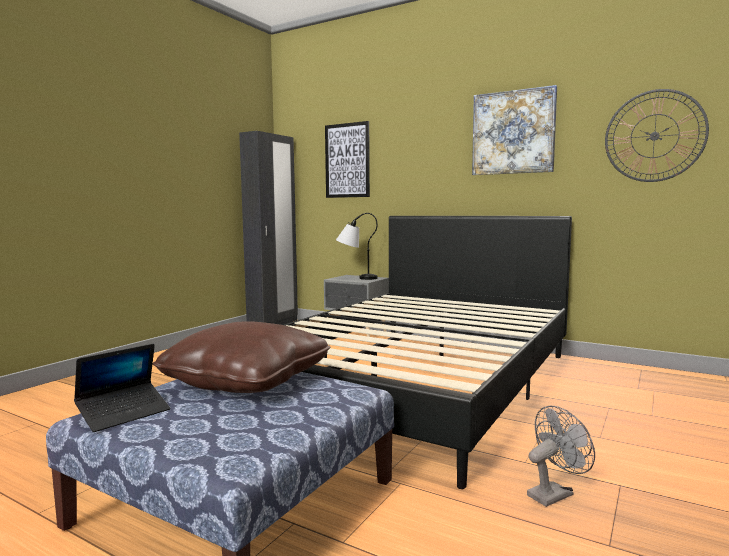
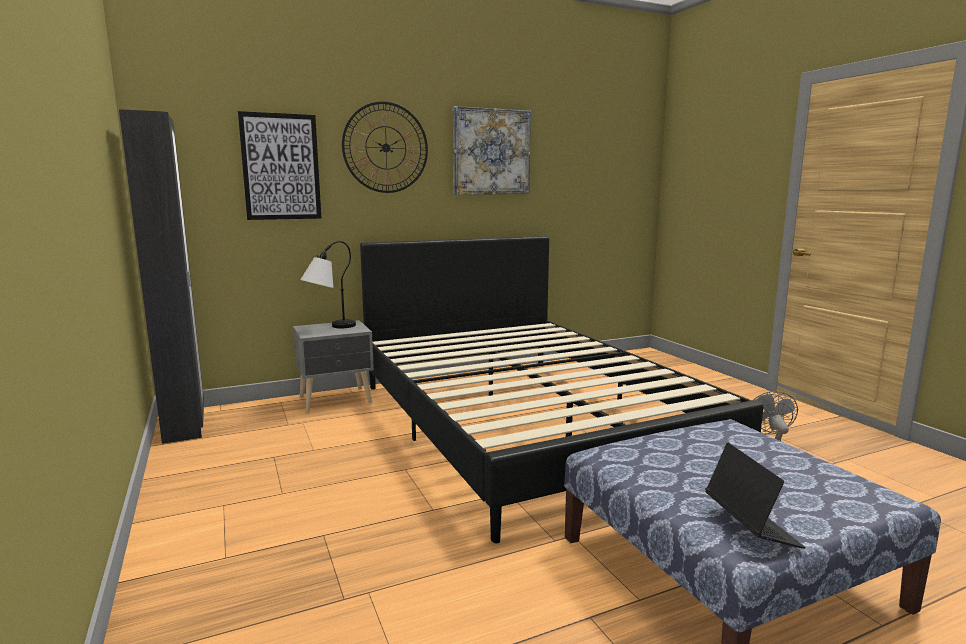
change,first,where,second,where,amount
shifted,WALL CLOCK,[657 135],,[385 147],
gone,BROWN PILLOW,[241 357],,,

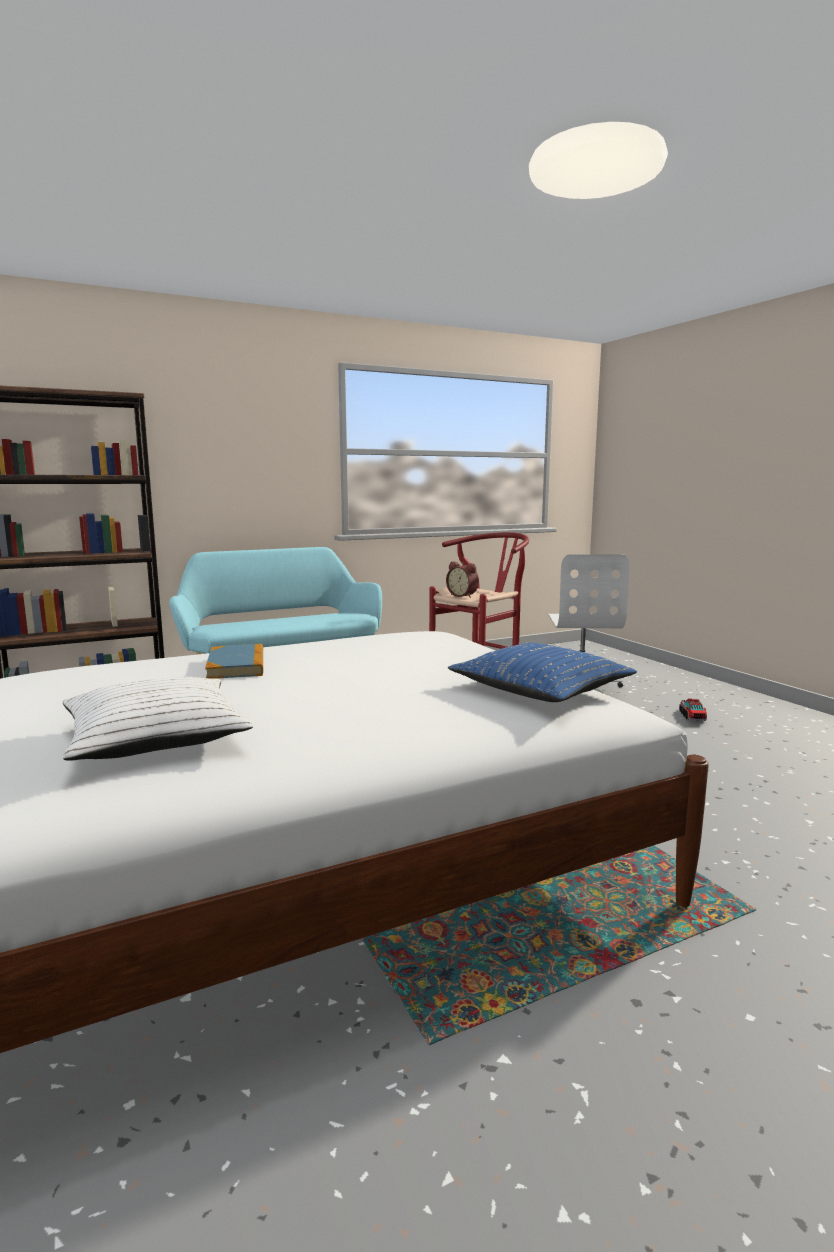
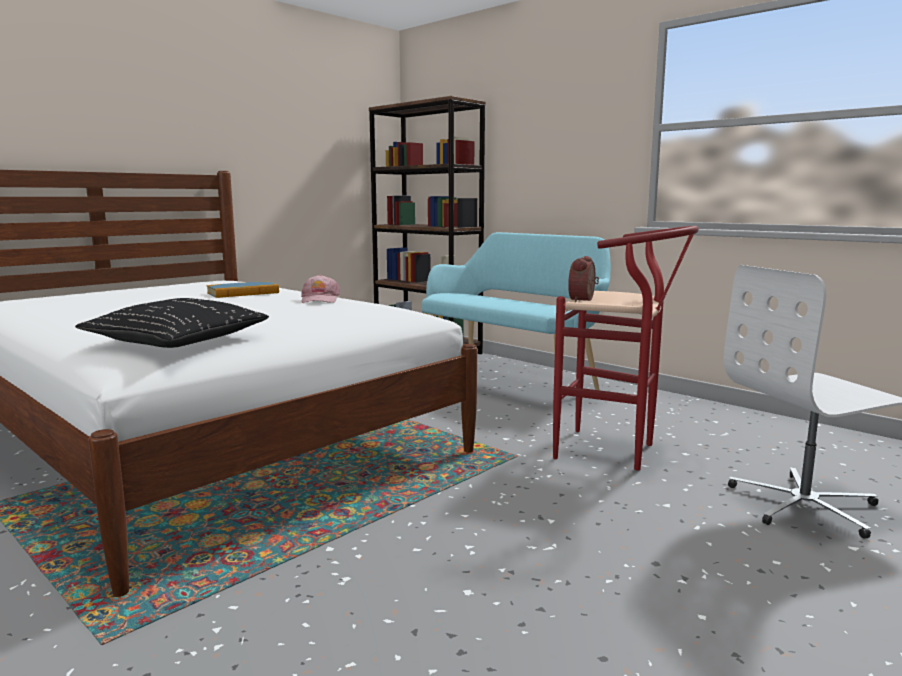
change,first,where,second,where,amount
repainted,BLUE PILLOW,[542 672],BLACK PILLOW,[172 323],
gone,WHITE PILLOW,[158 719],,,
gone,TOY TRUCK,[693 709],,,
new,,,PINK CAP,[320 288],

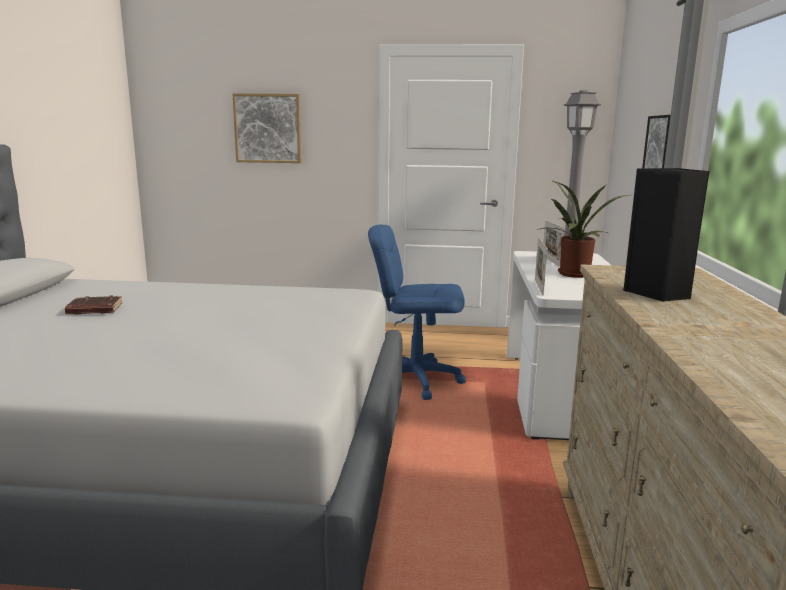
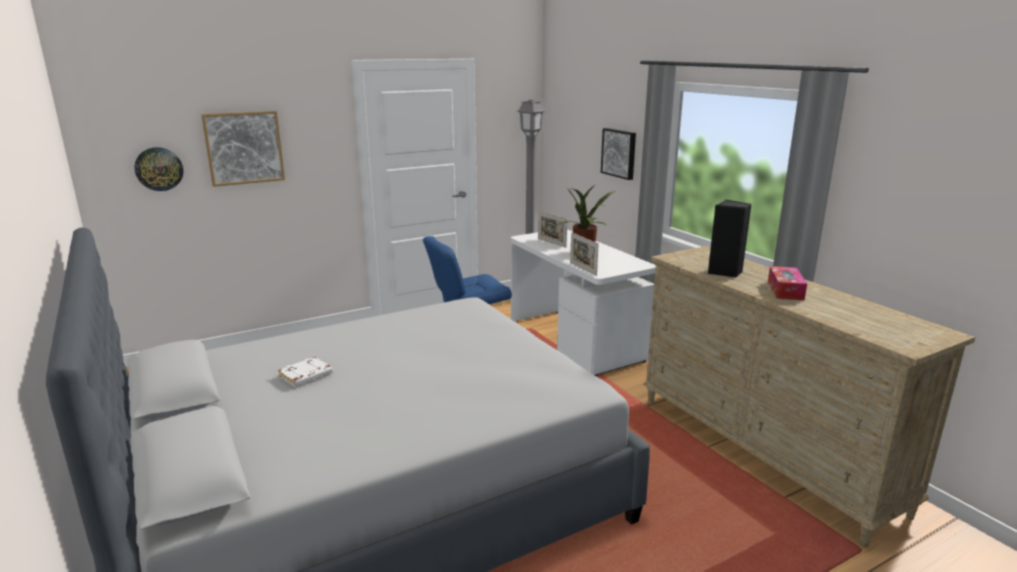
change,first,where,second,where,amount
repainted,BROWN BOOK,[94 305],WHITE BOOK,[305 372],
new,,,WALL CLOCK,[158 169],
new,,,TISSUE BOX,[787 283],

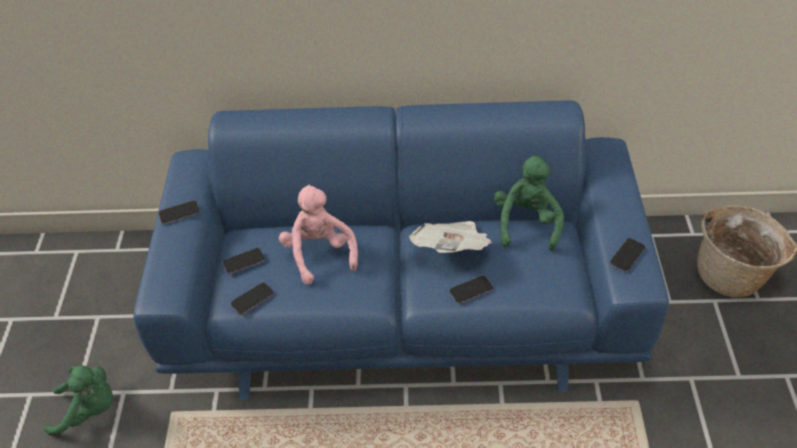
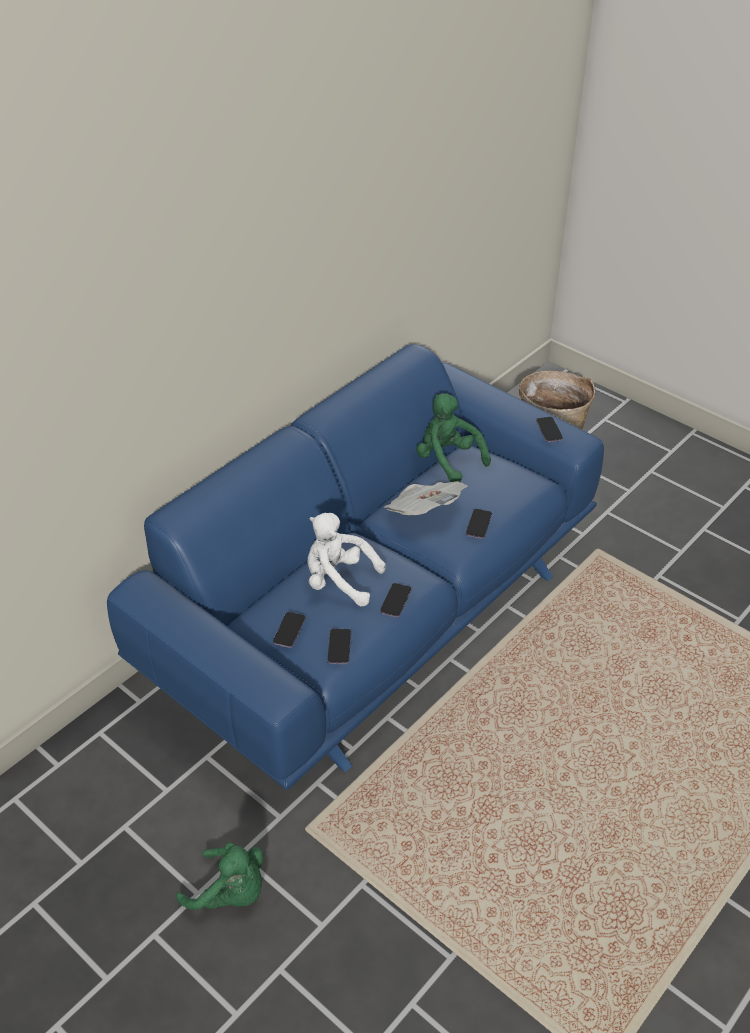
change,first,where,second,where,amount
repainted,PINK PLUSH TOY,[318 234],WHITE PLUSH TOY,[346 559],
shifted,PHONE,[179 212],,[395 600],
rotated,GREEN PLUSH TOY,[78 400],,[220 876],75 degrees clockwise

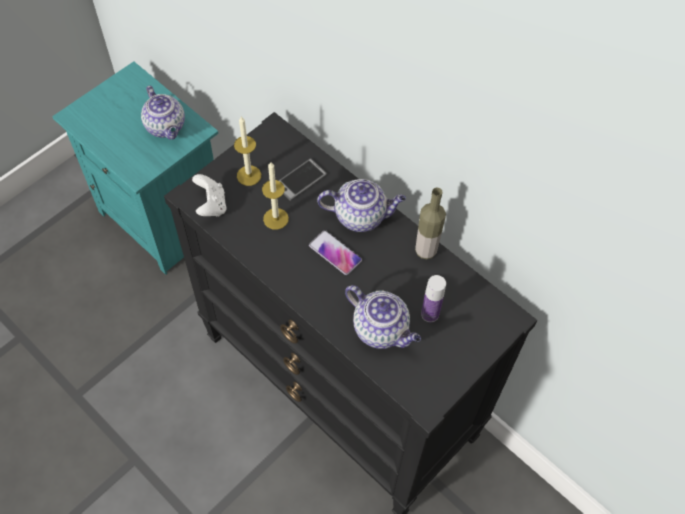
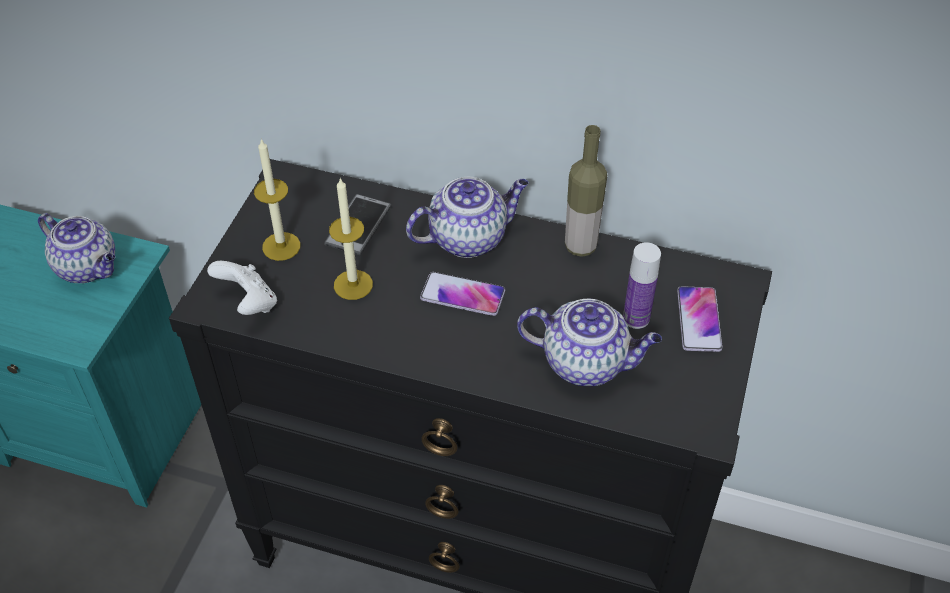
change,first,where,second,where,amount
new,,,PHONE,[700 319],

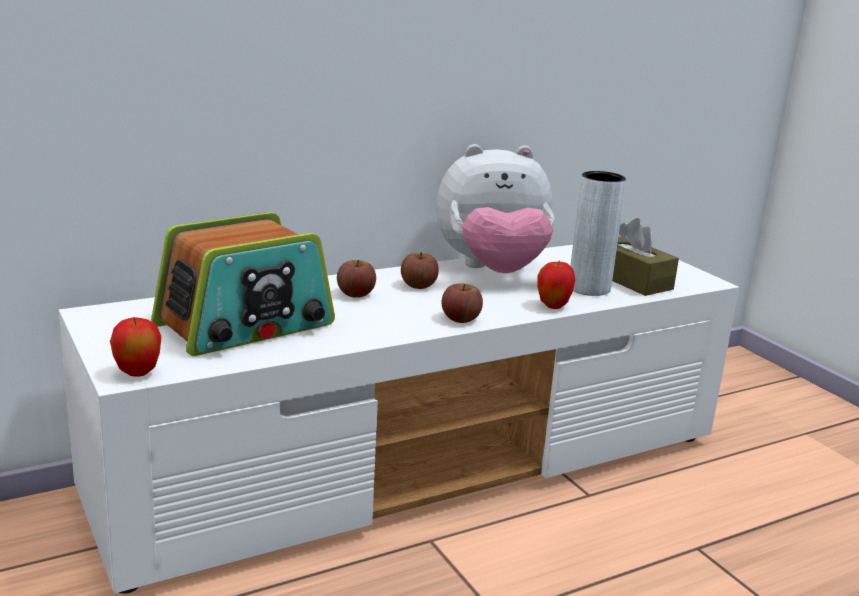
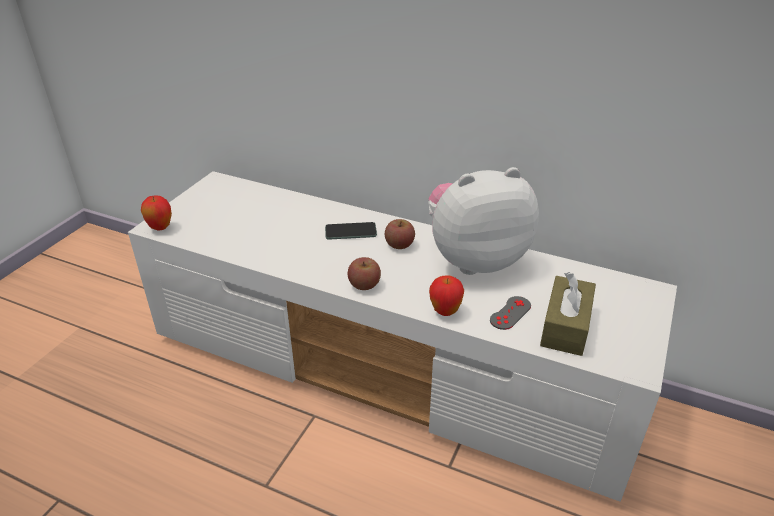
change,first,where,second,where,amount
rotated,PLUSH TOY,[495 208],,[484 221],120 degrees clockwise
swapped,GREY VASE,[598 233],GREY GAME CONTROLLER,[510 313],
gone,RADIO,[243 284],,,
swapped,APPLE,[356 279],PHONE,[351 231],

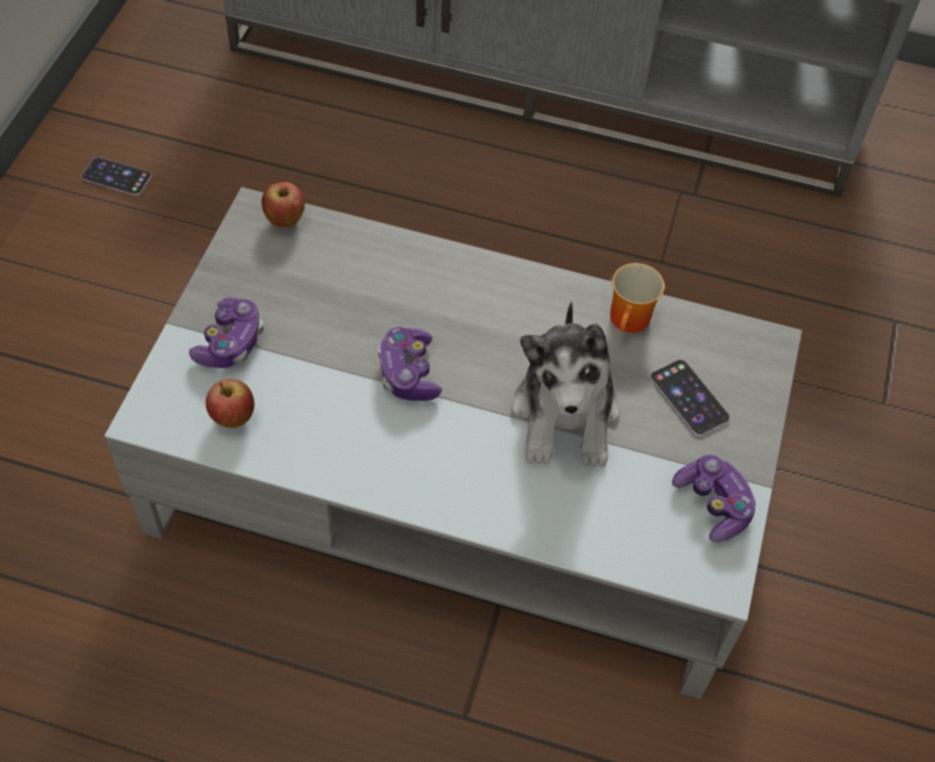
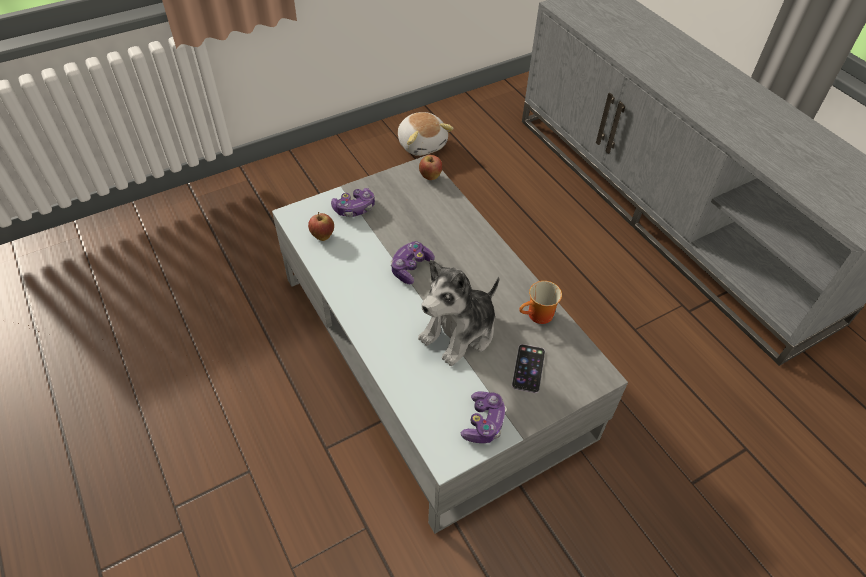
change,first,where,second,where,amount
swapped,PHONE,[116 176],PLUSH TOY,[426 134],

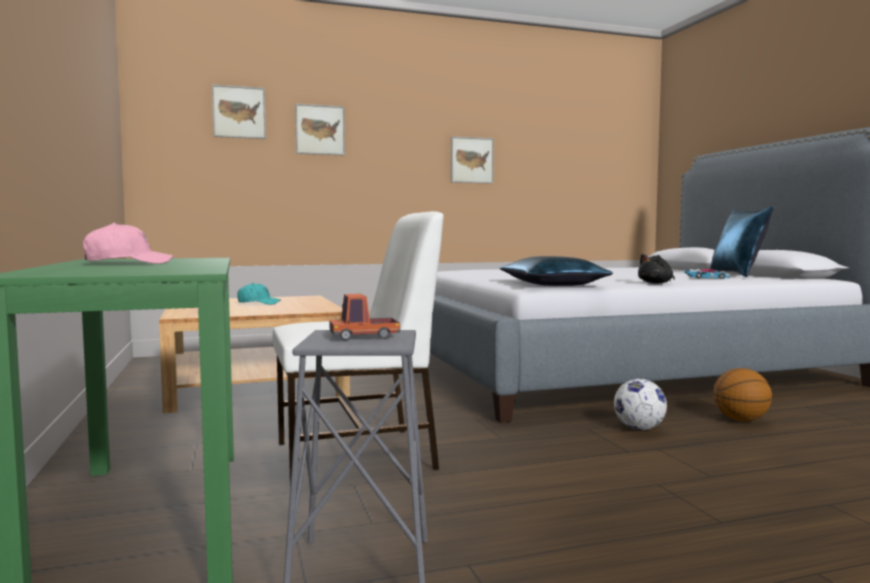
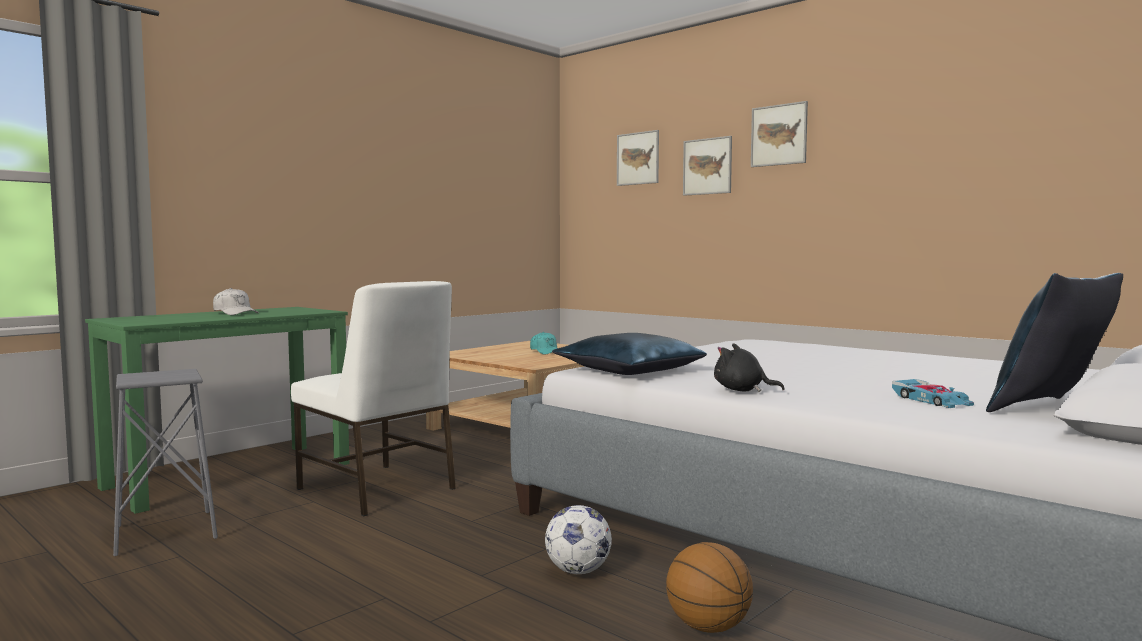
change,first,where,second,where,amount
shifted,PICTURE,[472 160],,[779 134],
repainted,PINK CAP,[127 243],WHITE CAP,[236 301],
gone,TOY TRUCK,[365 317],,,

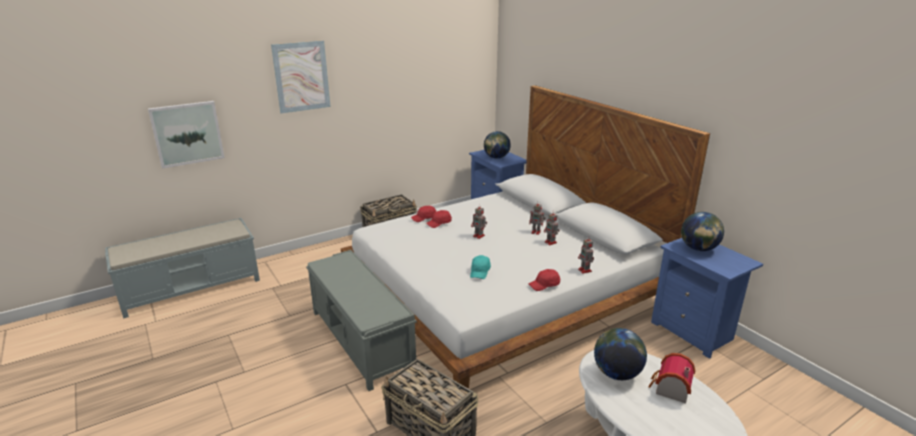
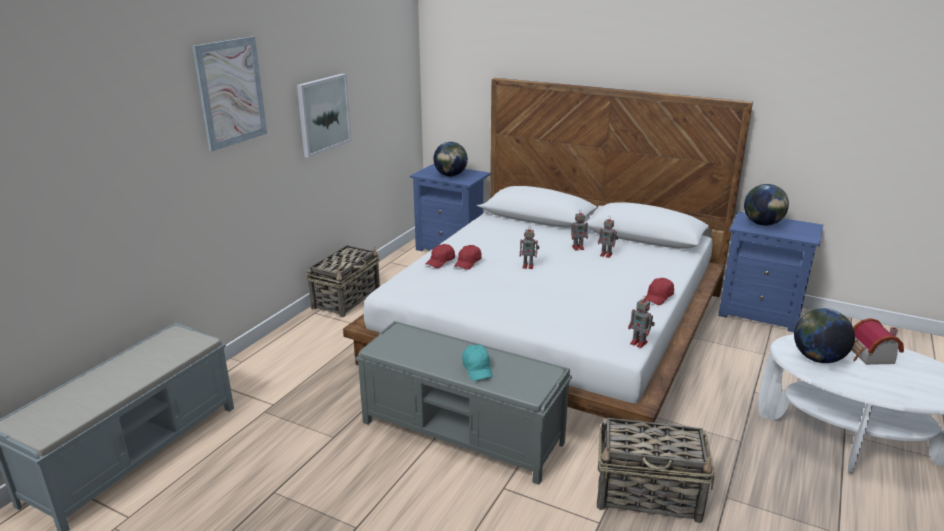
change,first,where,second,where,amount
shifted,PICTURE,[186 134],,[324 116],
shifted,TOY ROBOT,[586 255],,[641 322],
shifted,TURQUOISE CAP,[480 267],,[477 363],

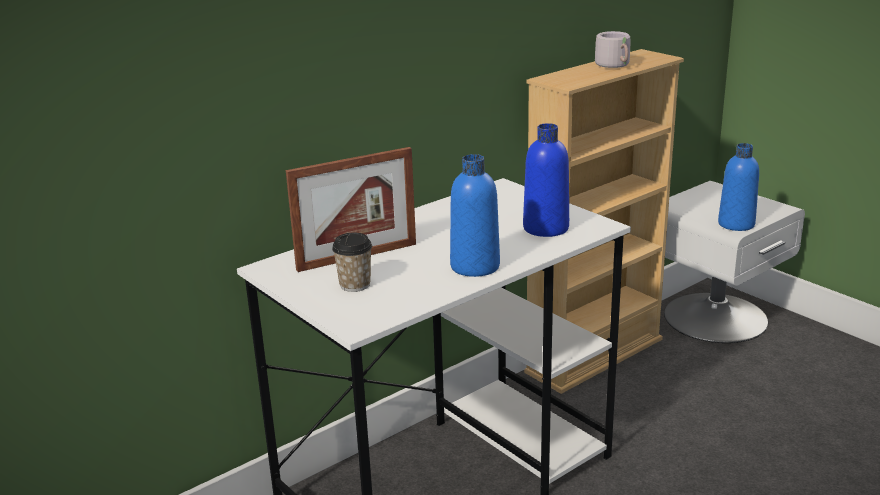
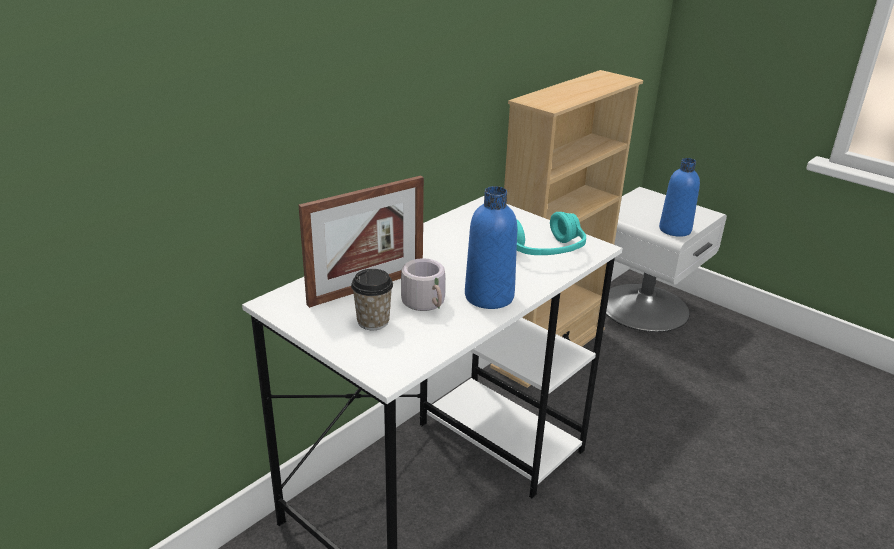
change,first,where,second,where,amount
shifted,GREY MUG,[612 49],,[423 284],
swapped,BLUE BOTTLE,[546 180],TURQUOISE HEADPHONES,[551 233],

